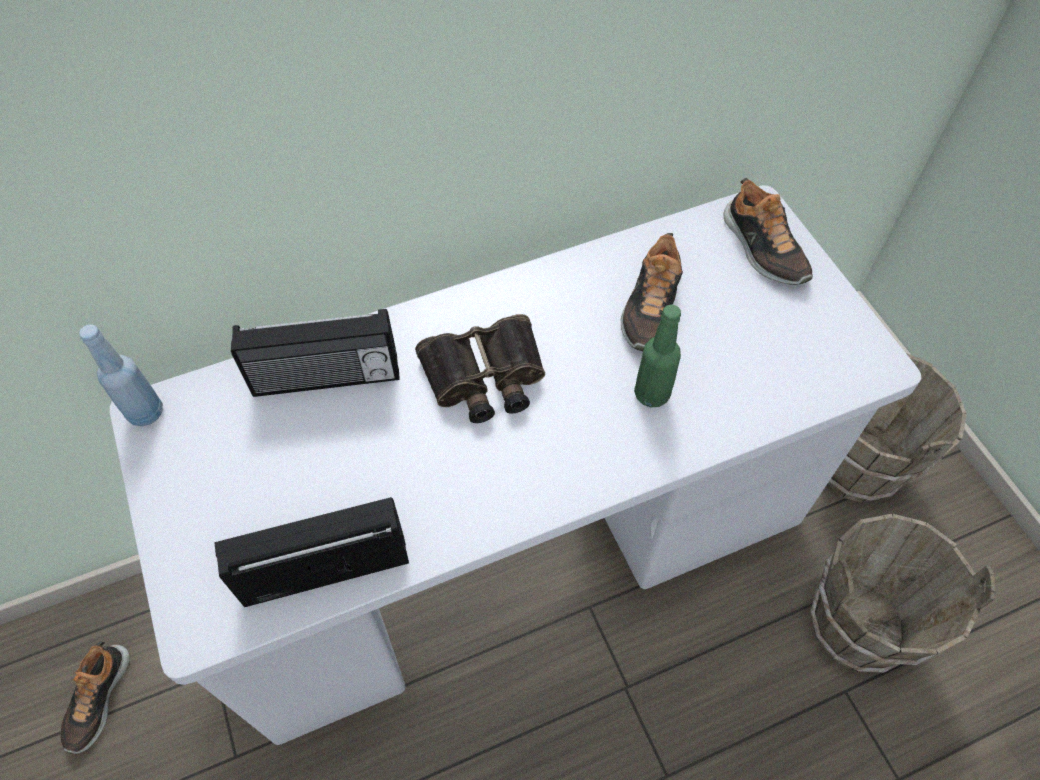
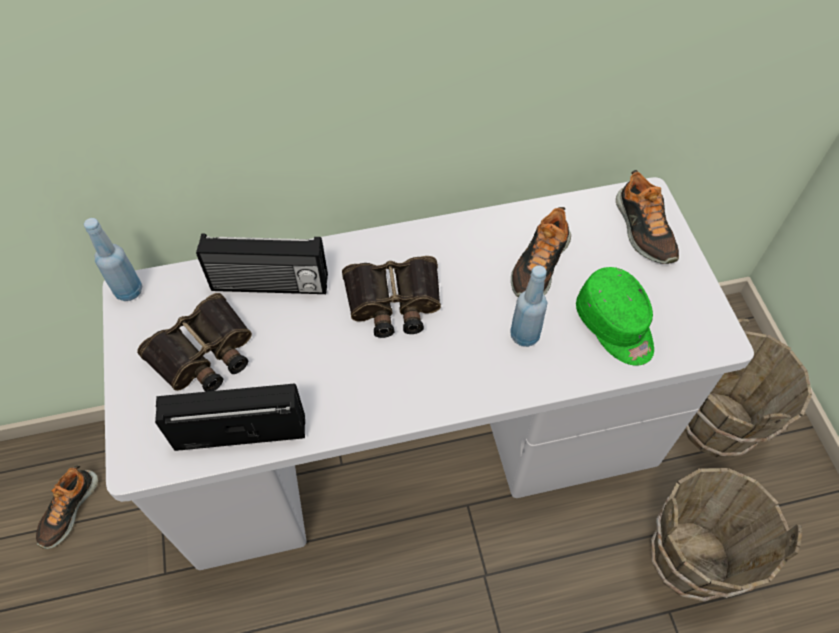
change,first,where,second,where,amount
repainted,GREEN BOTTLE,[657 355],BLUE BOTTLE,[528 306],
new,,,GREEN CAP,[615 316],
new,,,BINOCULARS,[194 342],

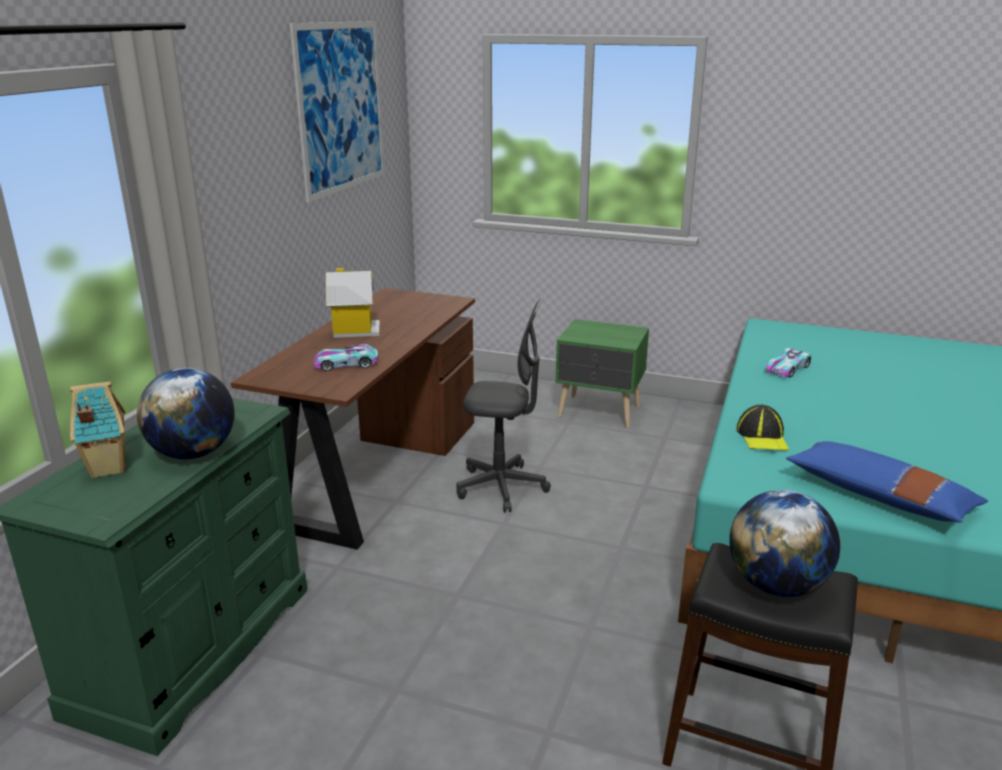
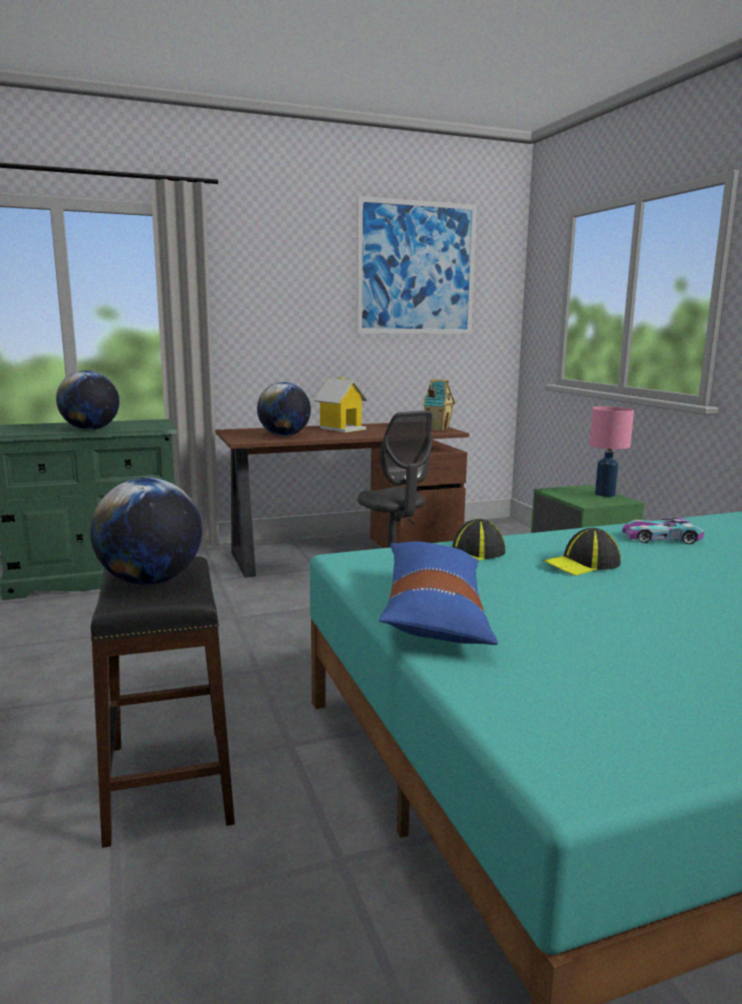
change,first,where,second,where,amount
swapped,TOY CAR,[345 357],GLOBE,[284 409],
shifted,TOY HOUSE,[98 429],,[438 405],
new,,,PINK TABLE LAMP,[611 451],
new,,,CAP,[582 552],

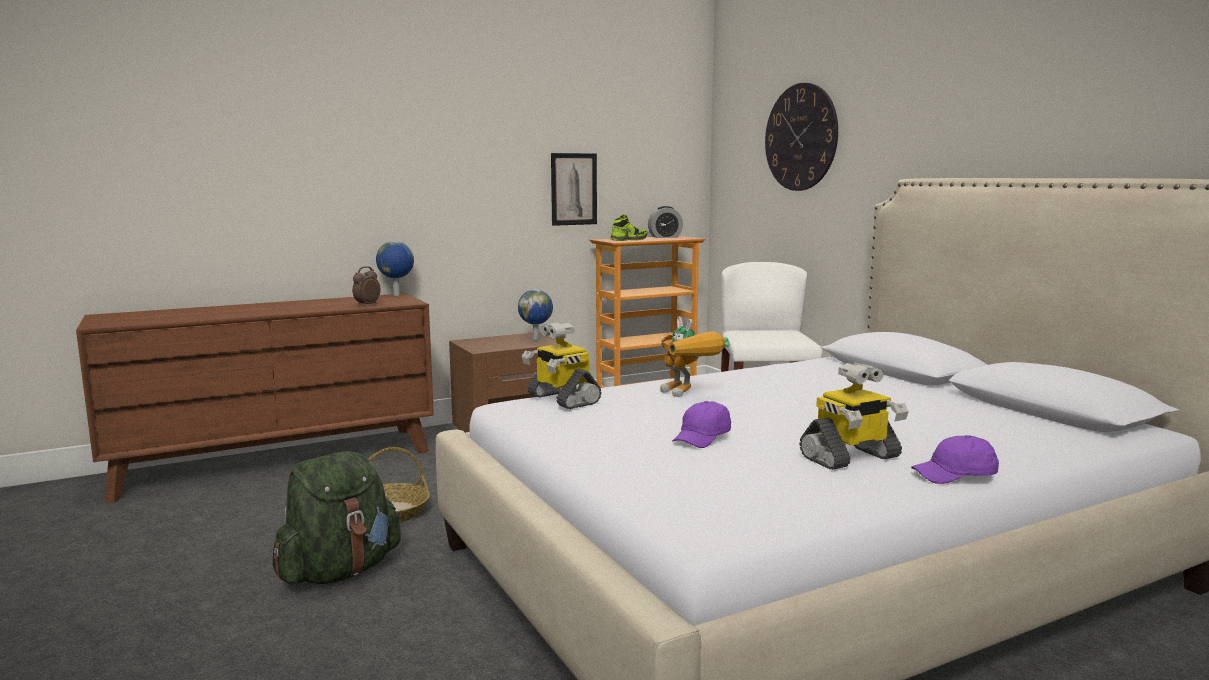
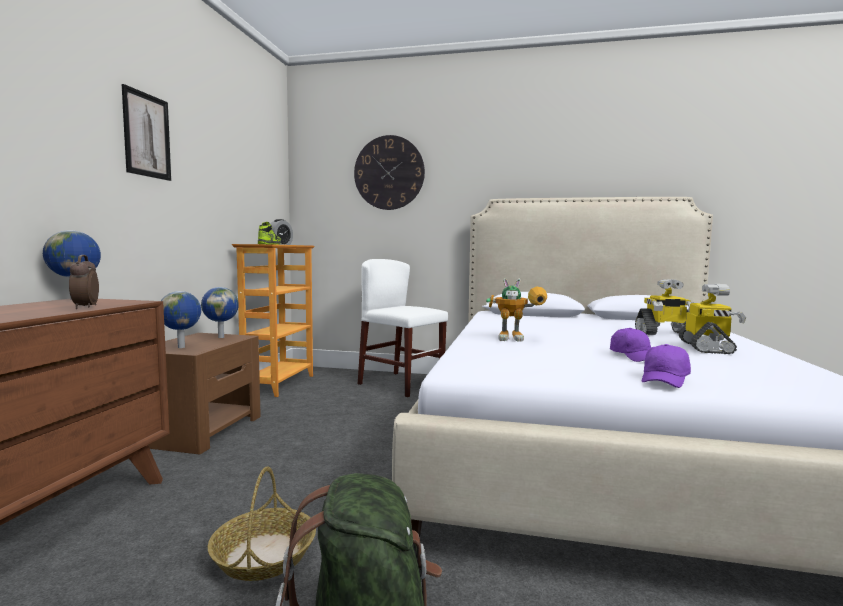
change,first,where,second,where,amount
shifted,PICTURE,[574 189],,[146 132],
shifted,TOY ROBOT,[561 365],,[666 307],
shifted,PURPLE CAP,[955 459],,[666 366],
new,,,GLOBE,[181 319],

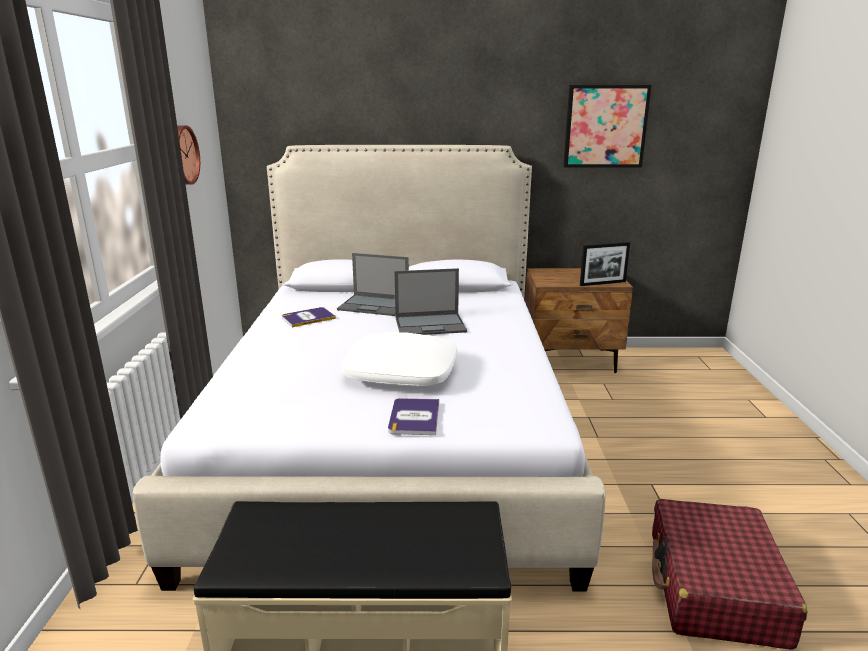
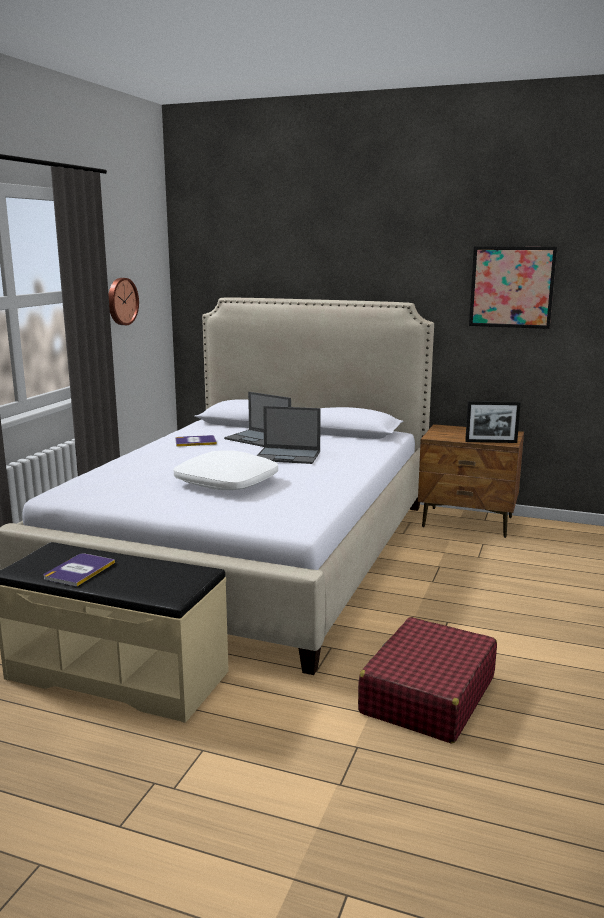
change,first,where,second,where,amount
shifted,BOOK,[413 416],,[79 570],

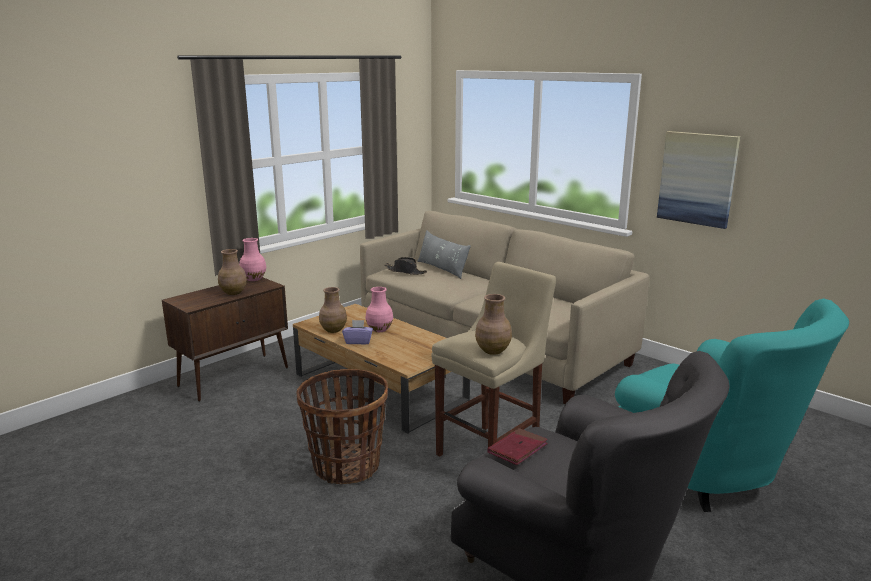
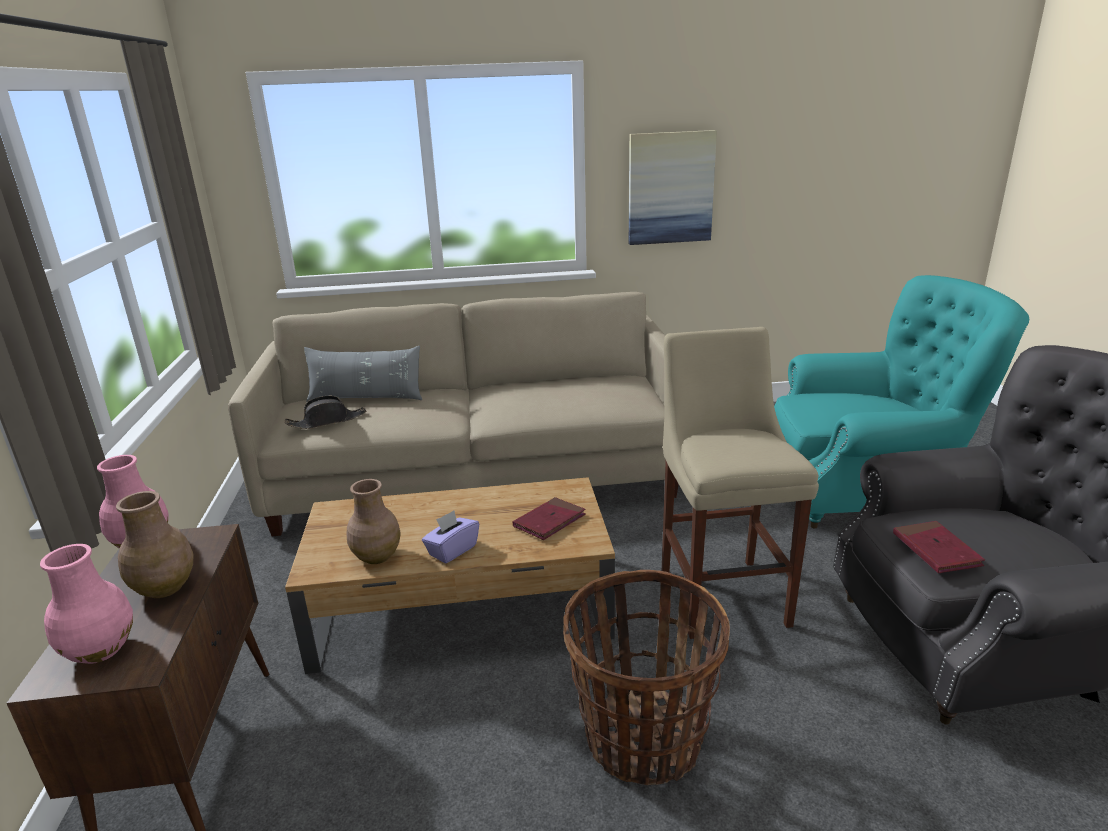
change,first,where,second,where,amount
shifted,PINK VASE,[379 309],,[86 604],
gone,BROWN VASE,[493 324],,,
new,,,RED BOOK,[549 518],

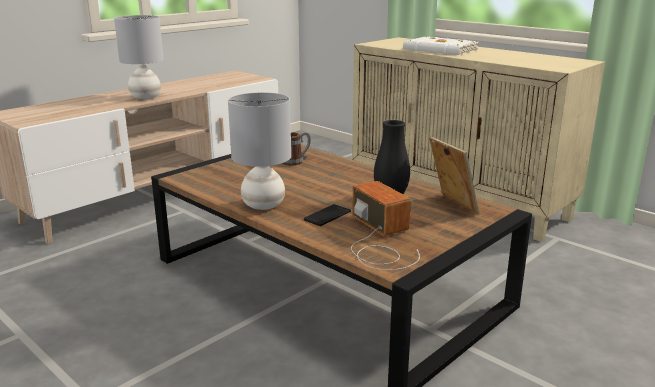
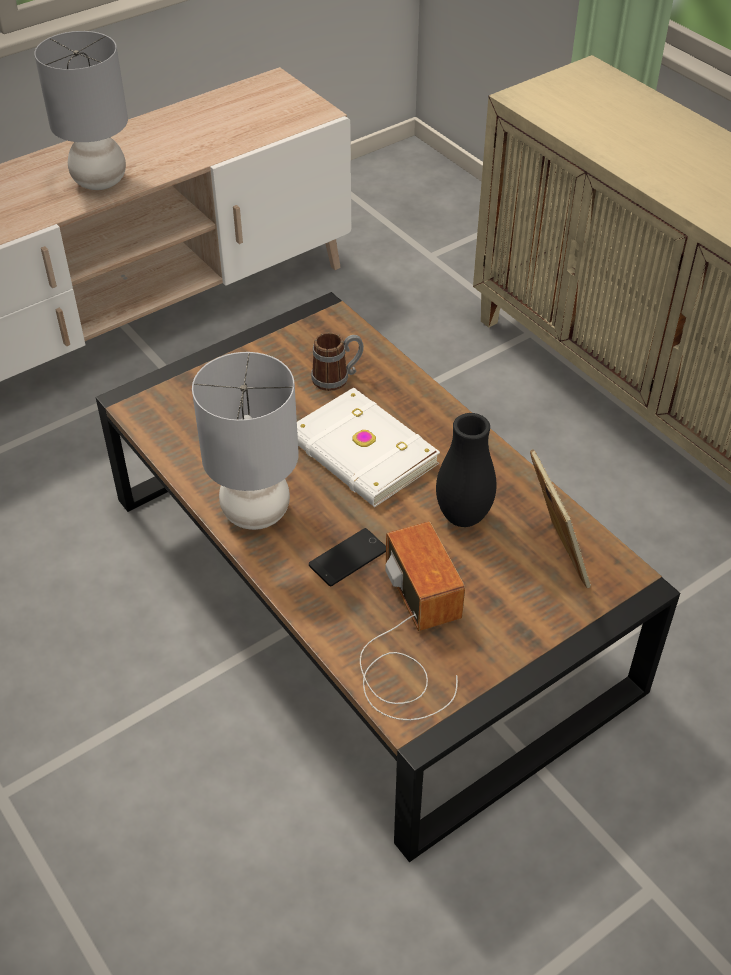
change,first,where,second,where,amount
shifted,WHITE BOOK,[441 45],,[368 447],

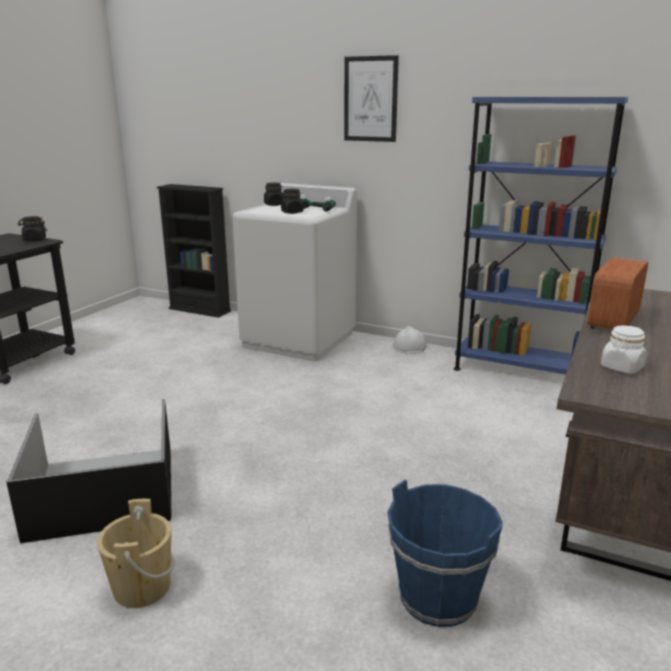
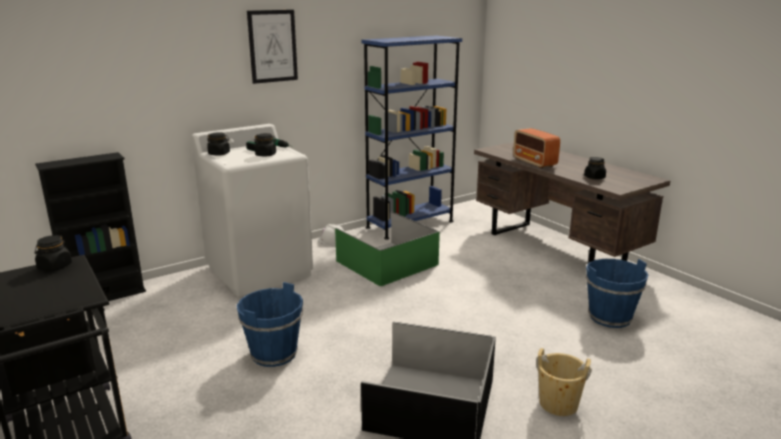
change,first,where,second,where,amount
repainted,WHITE JAR,[624 349],BLACK JAR,[595 168],
new,,,GREEN STORAGE BOX,[387 248],
new,,,BLUE BUCKET,[269 324],

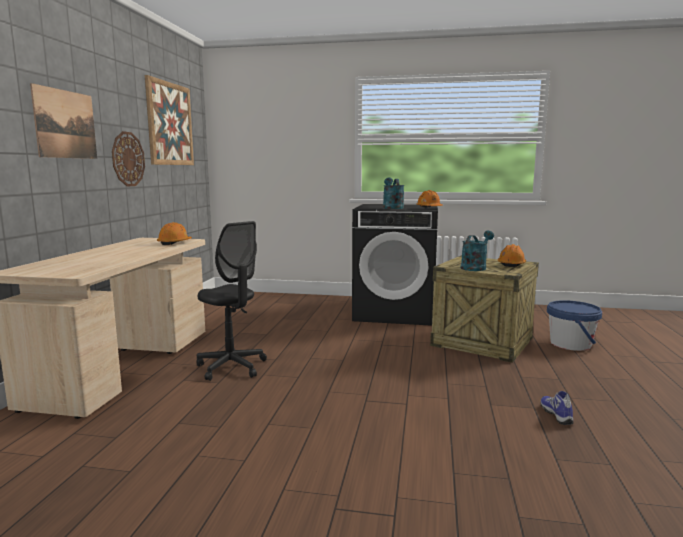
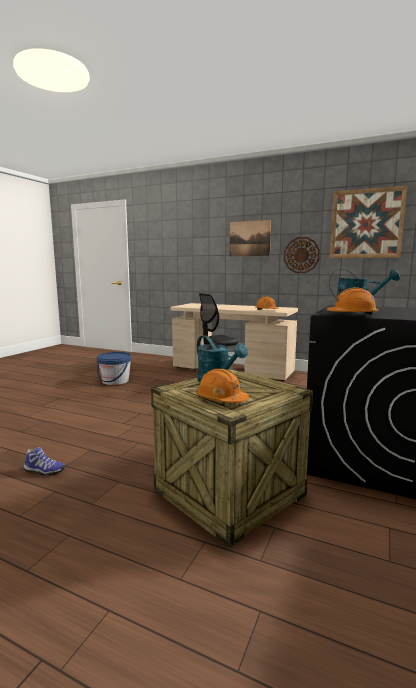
change,first,where,second,where,amount
shifted,BLUE BUCKET,[574 325],,[114 368],

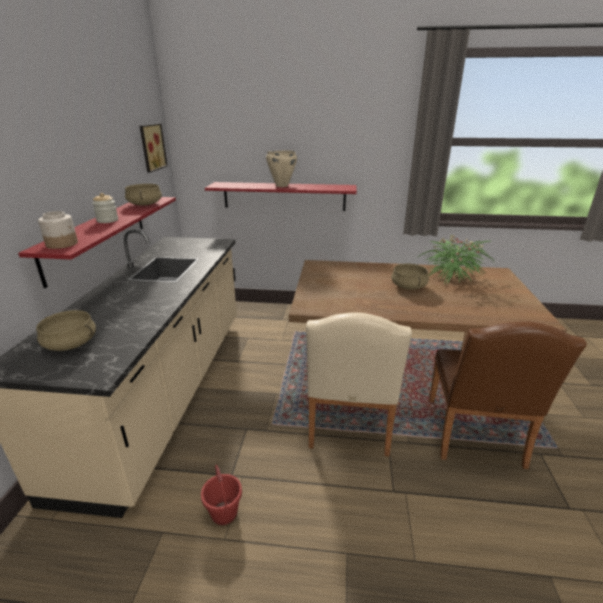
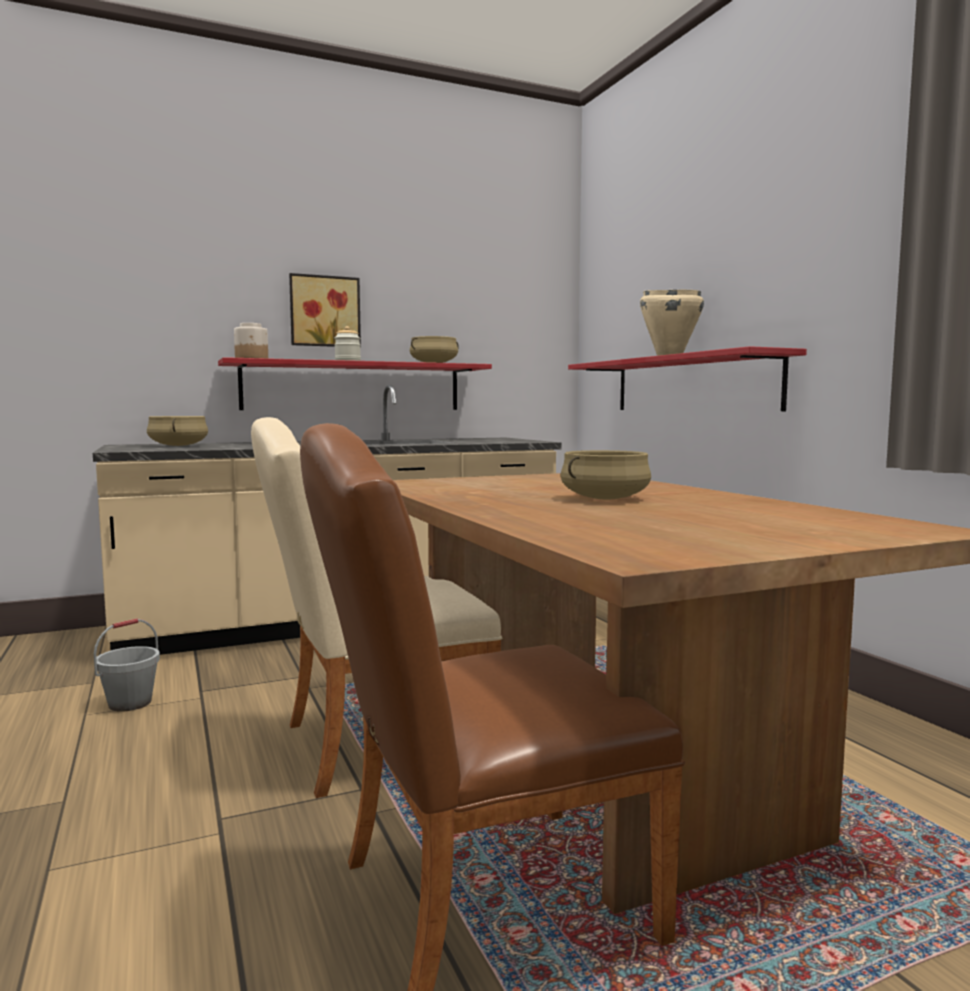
change,first,where,second,where,amount
shifted,PICTURE,[154 148],,[325 310],
gone,POTTED PLANT,[456 259],,,
repainted,RED BUCKET,[221 495],GREY BUCKET,[127 665],

